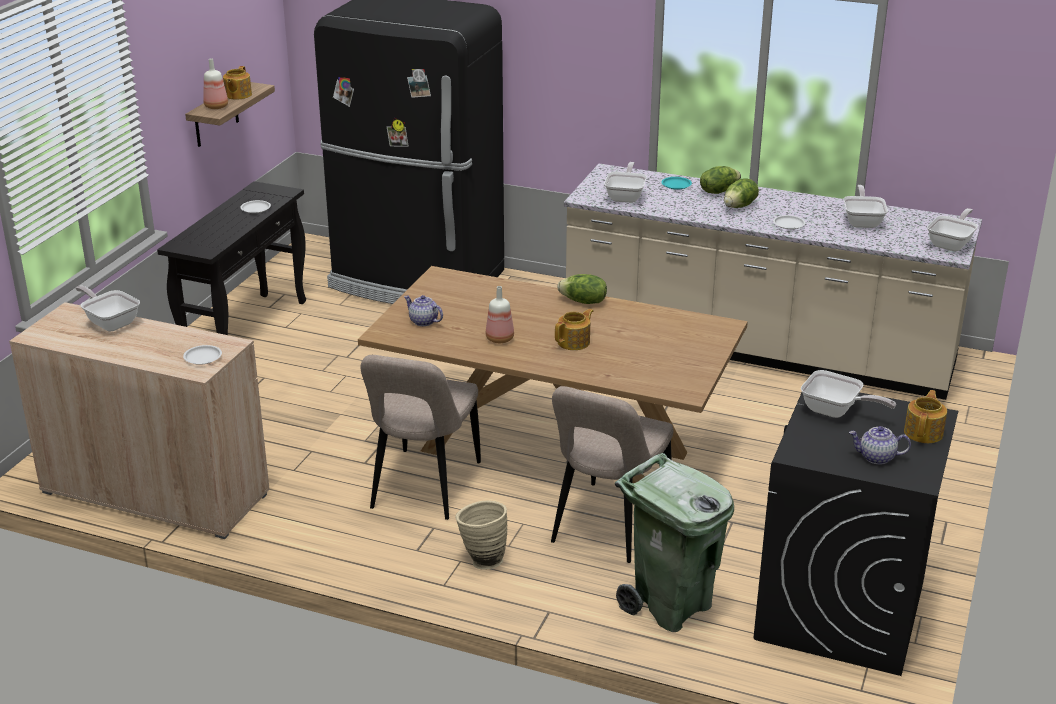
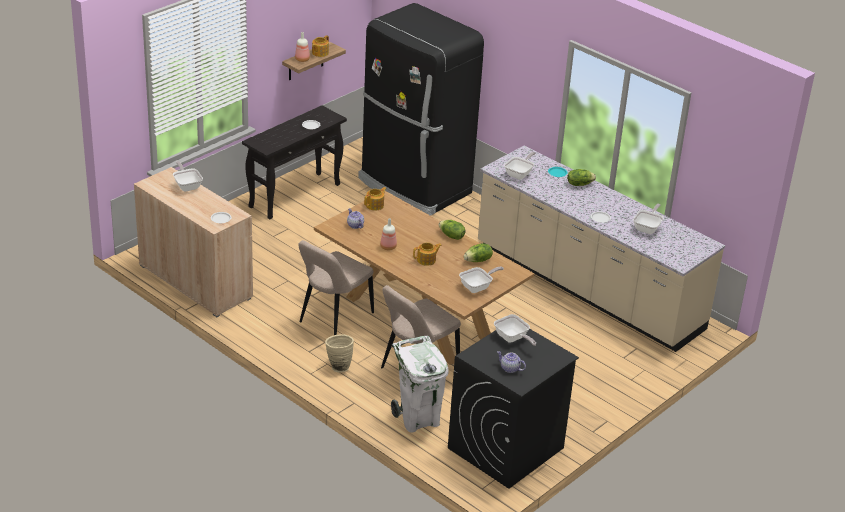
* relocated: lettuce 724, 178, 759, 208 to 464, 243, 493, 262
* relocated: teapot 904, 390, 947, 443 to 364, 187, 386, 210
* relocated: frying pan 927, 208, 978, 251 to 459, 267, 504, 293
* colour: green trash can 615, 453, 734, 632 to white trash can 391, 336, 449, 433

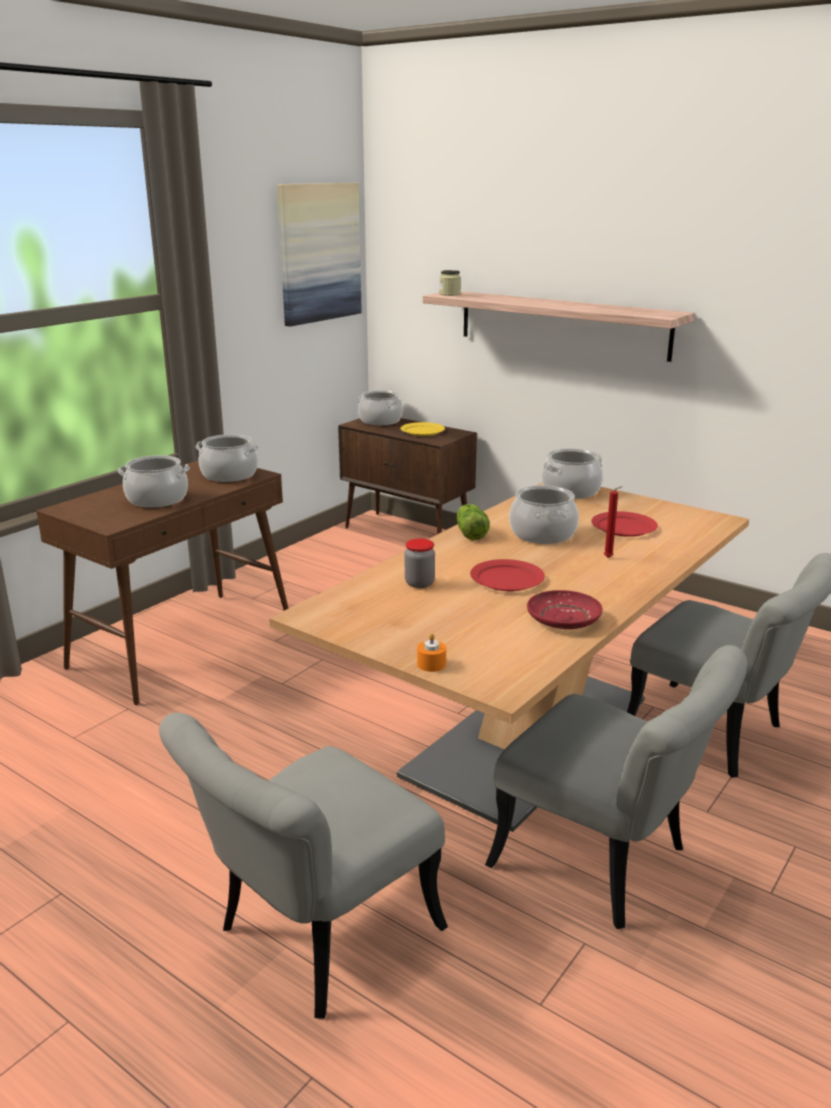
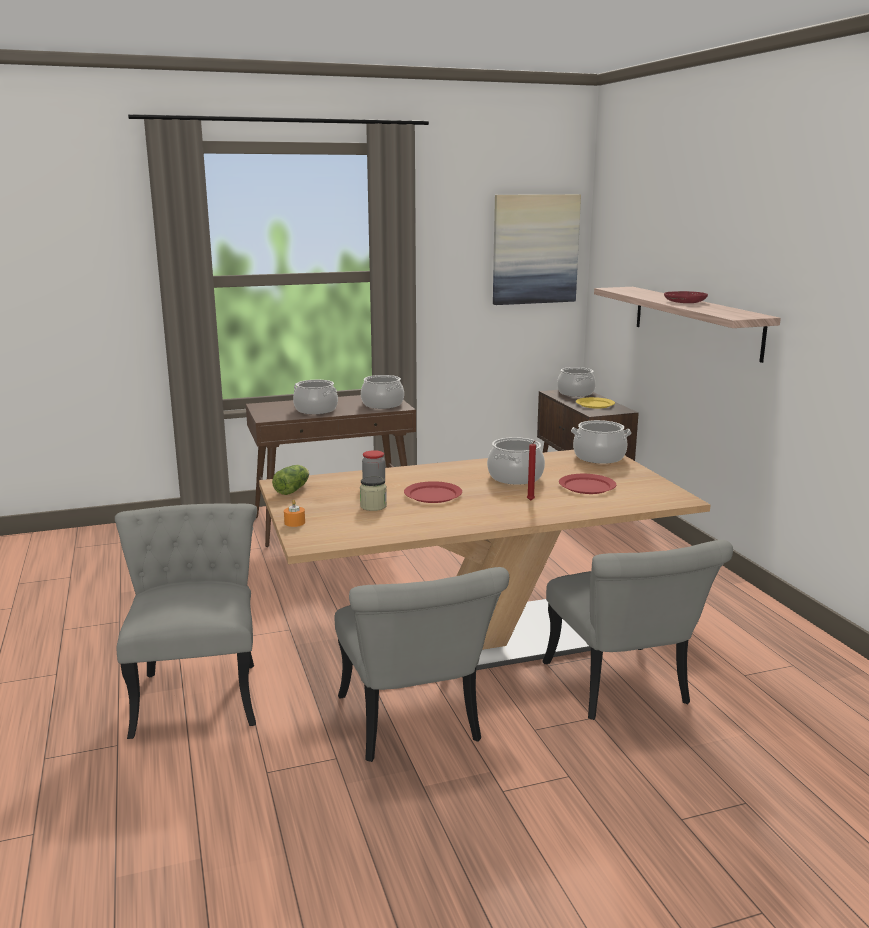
* relocated: jar 440, 270, 461, 296 to 360, 476, 387, 511
* relocated: lettuce 456, 504, 490, 540 to 272, 465, 309, 495
* relocated: red plate 527, 590, 602, 629 to 664, 291, 708, 303
* spun: grey chair 159, 713, 448, 1019 = 115, 504, 257, 739 90 degrees clockwise

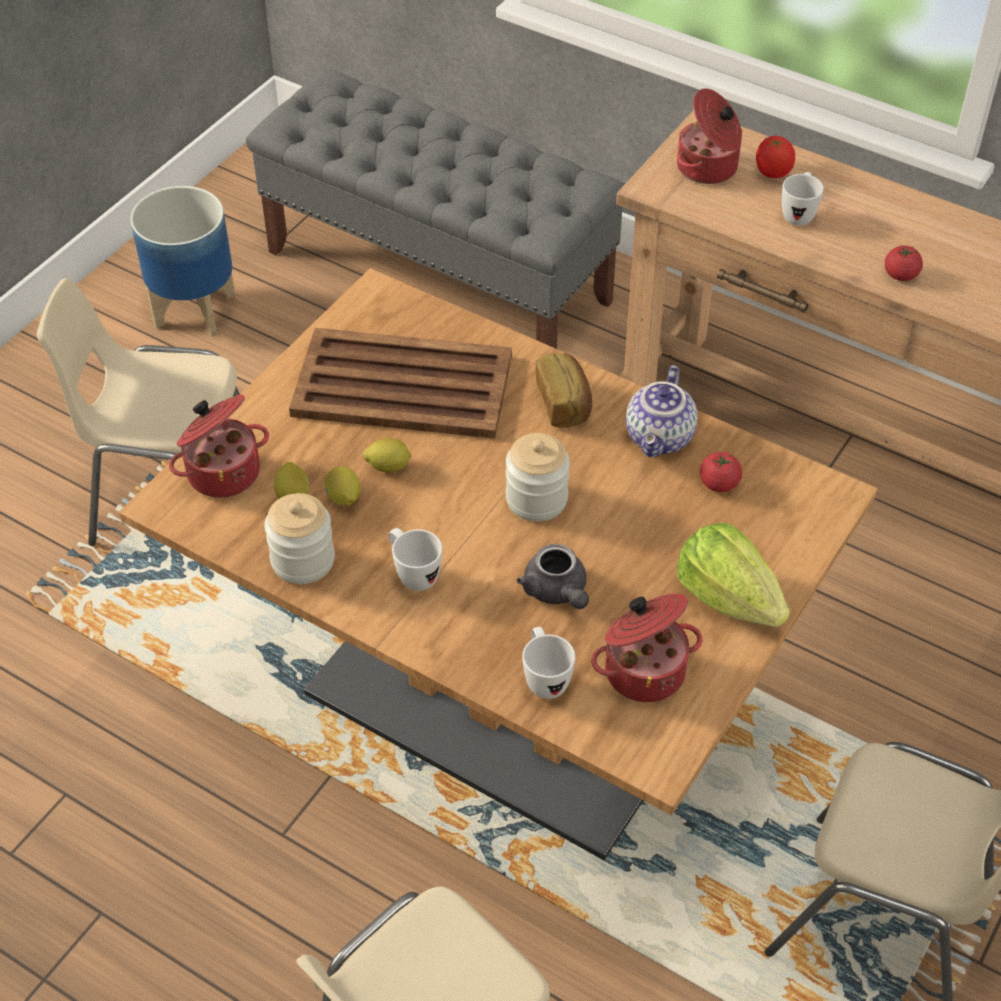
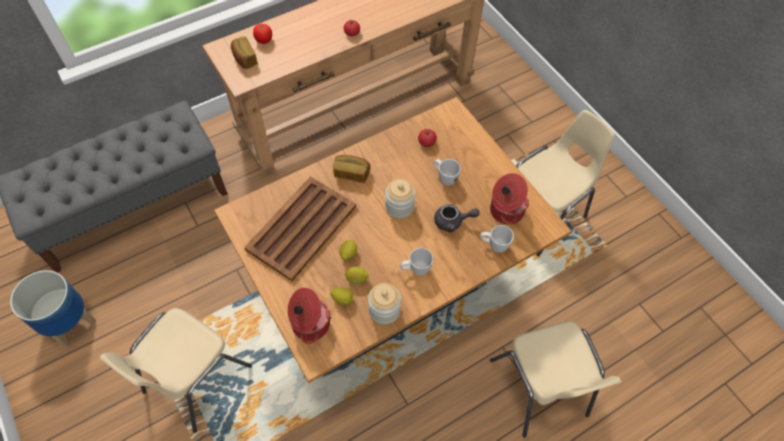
* missing: teapot 626, 365, 698, 457
* missing: lettuce 677, 523, 790, 627
* relocated: white mug 782, 172, 824, 226 to 434, 159, 461, 186
* exchanged: cooking pot 677, 89, 742, 184 to bread 231, 37, 257, 69

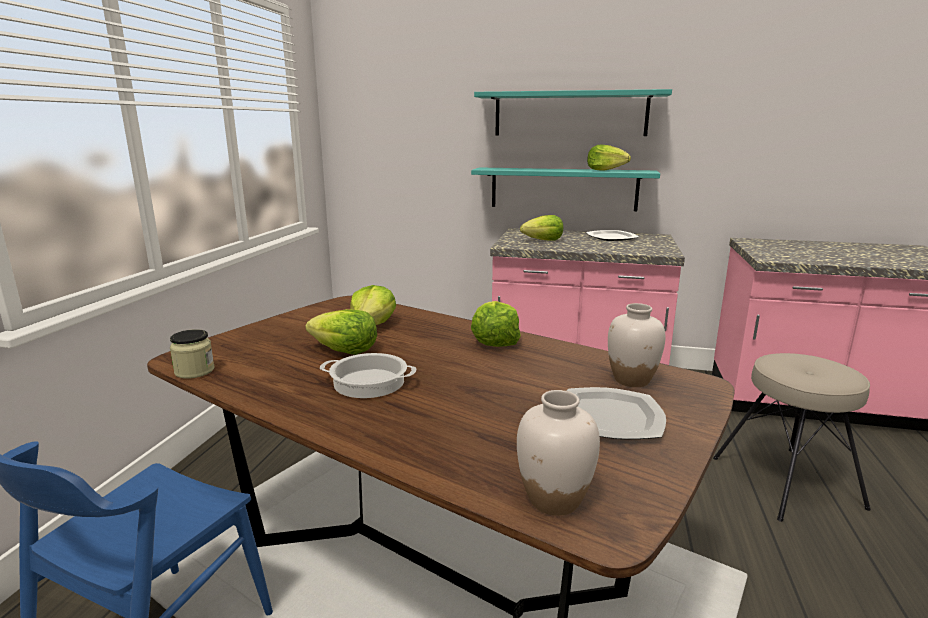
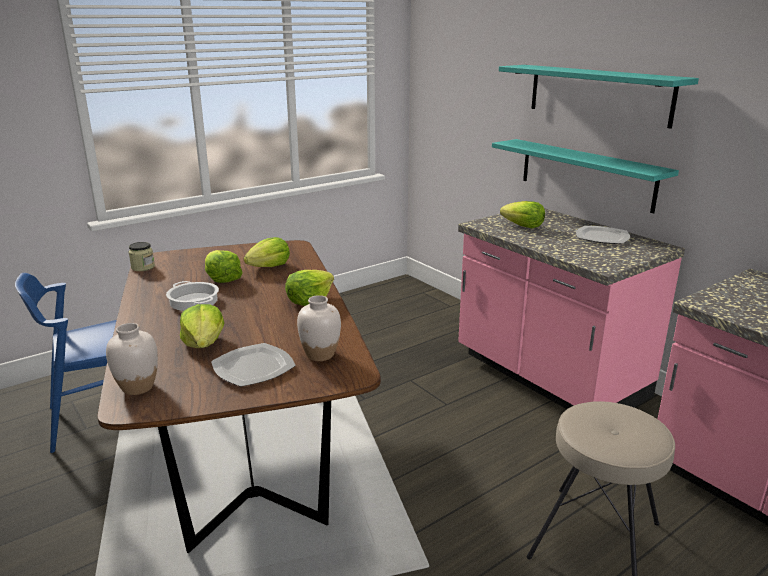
* relocated: lettuce 587, 145, 631, 171 to 180, 304, 224, 348

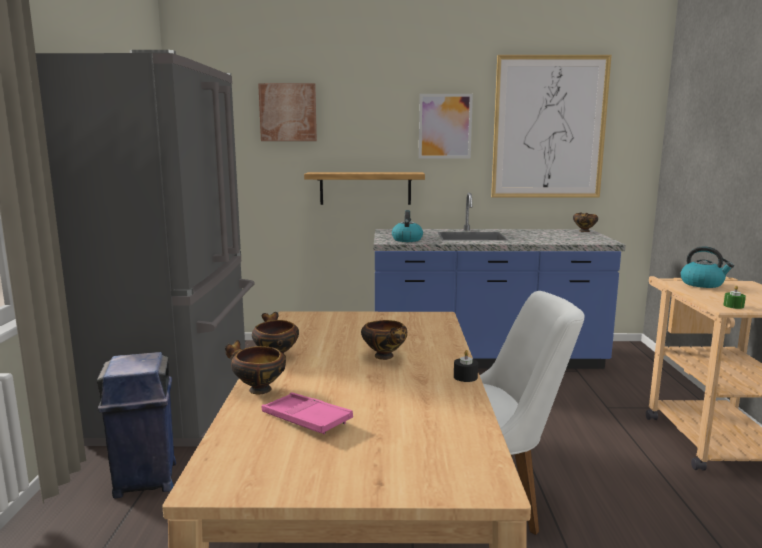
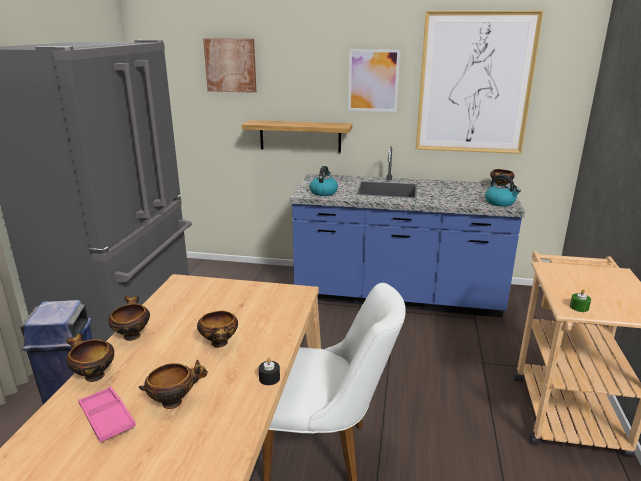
* appeared: bowl 139, 360, 208, 409
* relocated: kettle 680, 246, 734, 288 to 485, 175, 521, 207

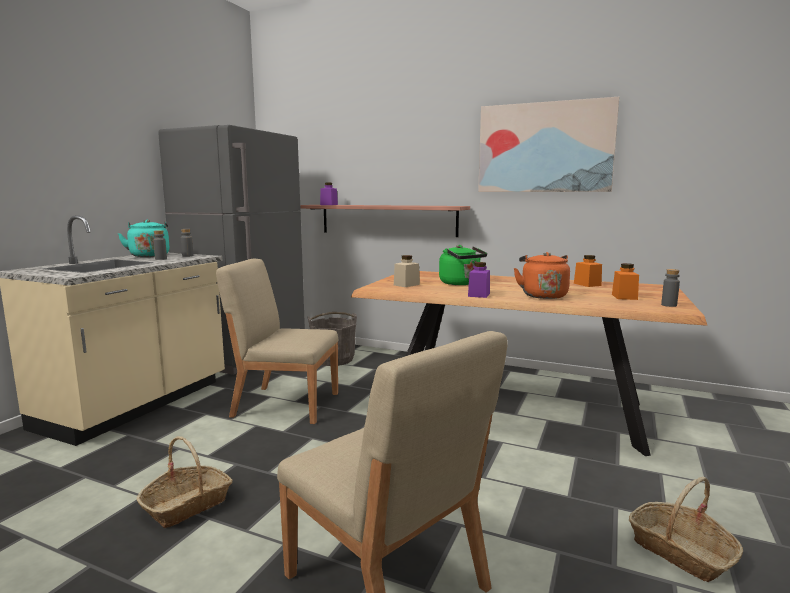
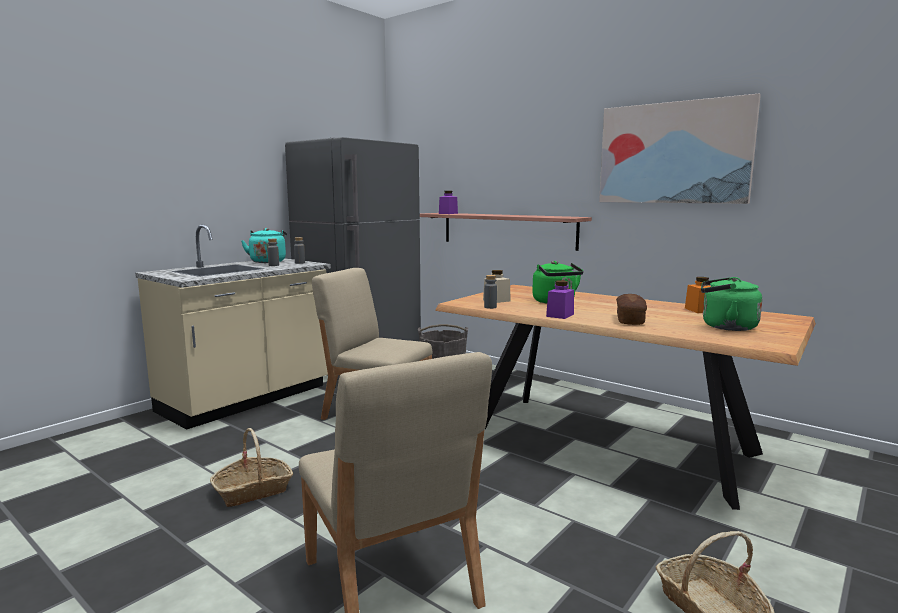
* relocated: grey bottle 661, 269, 680, 307 to 484, 275, 497, 309
* exchanged: orange kettle 514, 252, 570, 299 to bread 616, 294, 647, 325
* exchanged: orange jar 612, 263, 639, 300 to green kettle 701, 277, 762, 331

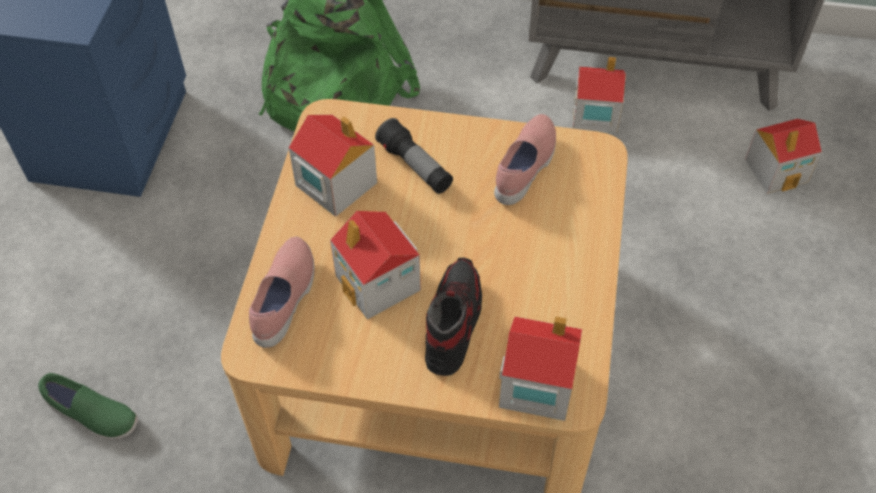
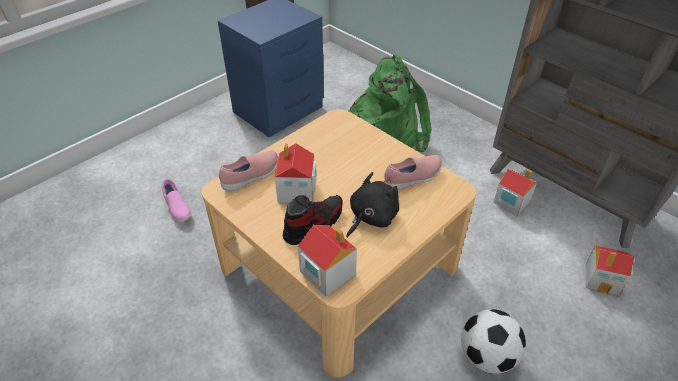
* missing: toy house 289, 115, 377, 217
* missing: flashlight 375, 118, 453, 194
* appeared: black plush toy 346, 172, 399, 238
* appeared: football 461, 309, 526, 374
* colour: green shoe 38, 373, 138, 440 to pink shoe 162, 178, 191, 223

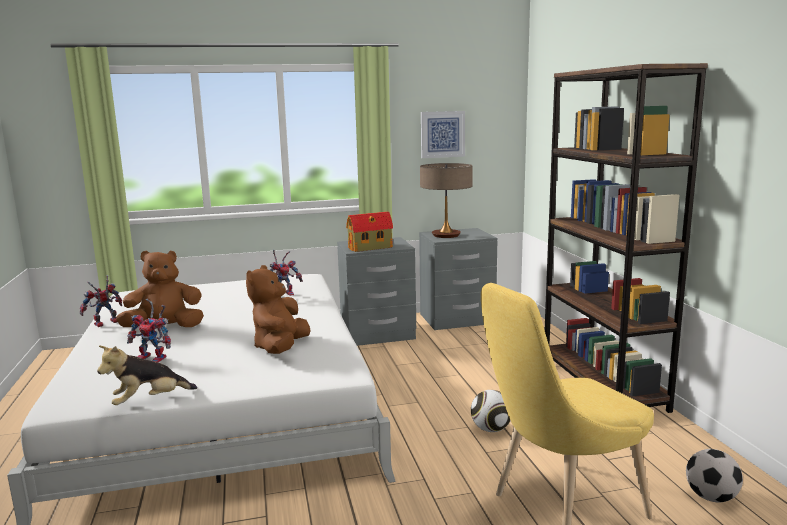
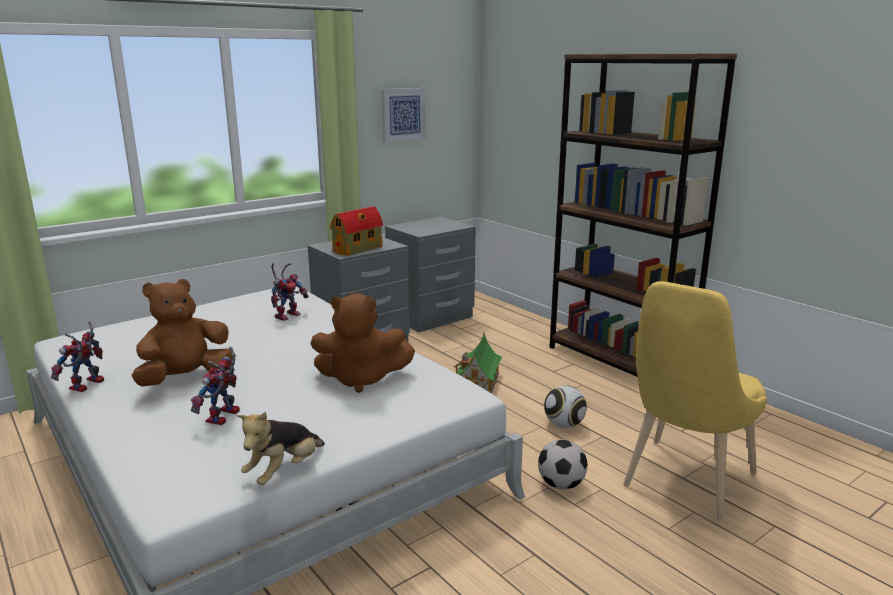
* missing: table lamp 420, 163, 473, 238
* appeared: toy house 454, 332, 502, 394
* relocated: football 686, 449, 743, 503 to 538, 439, 588, 489
* spun: toy robot 127, 299, 171, 363 = 191, 347, 240, 425 120 degrees clockwise
* spun: brown plush toy 246, 265, 311, 354 = 310, 293, 415, 393 75 degrees counterclockwise

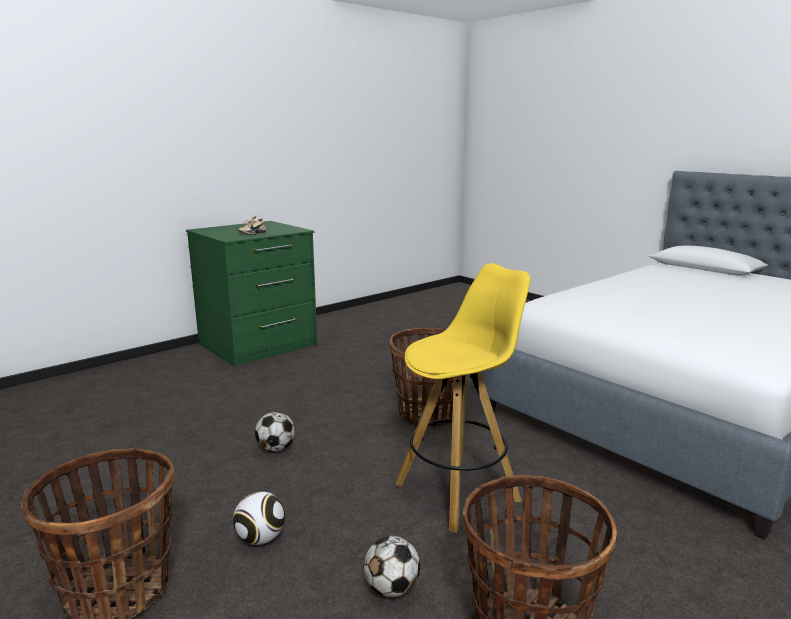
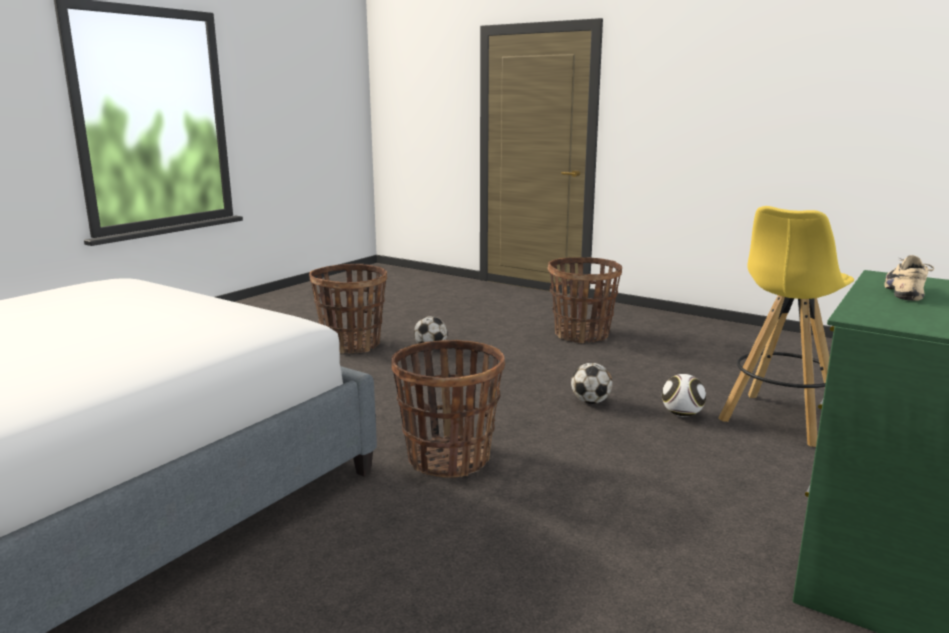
* relocated: football 233, 491, 285, 545 to 662, 374, 706, 417
* relocated: yellow stool 395, 263, 530, 533 to 718, 206, 854, 447

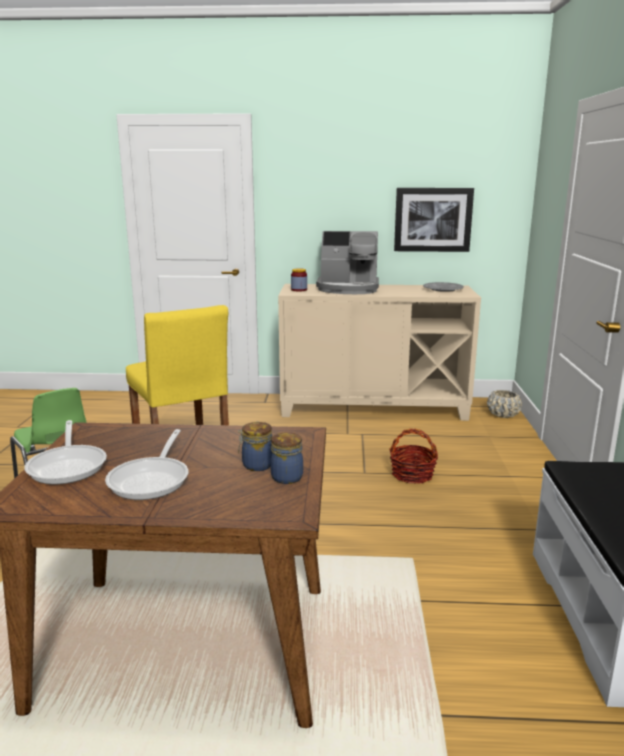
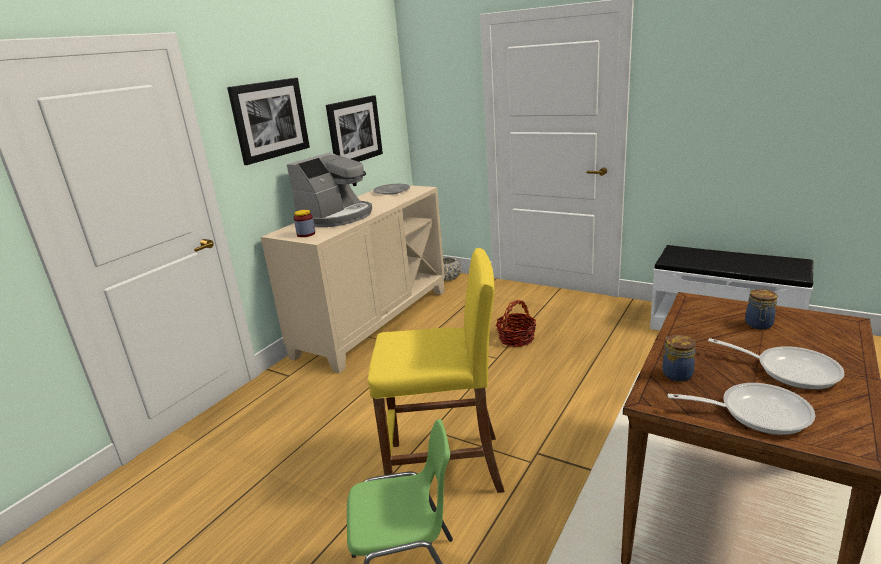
* appeared: picture 227, 78, 310, 165
* relocated: jar 271, 432, 303, 484 to 663, 335, 696, 382

